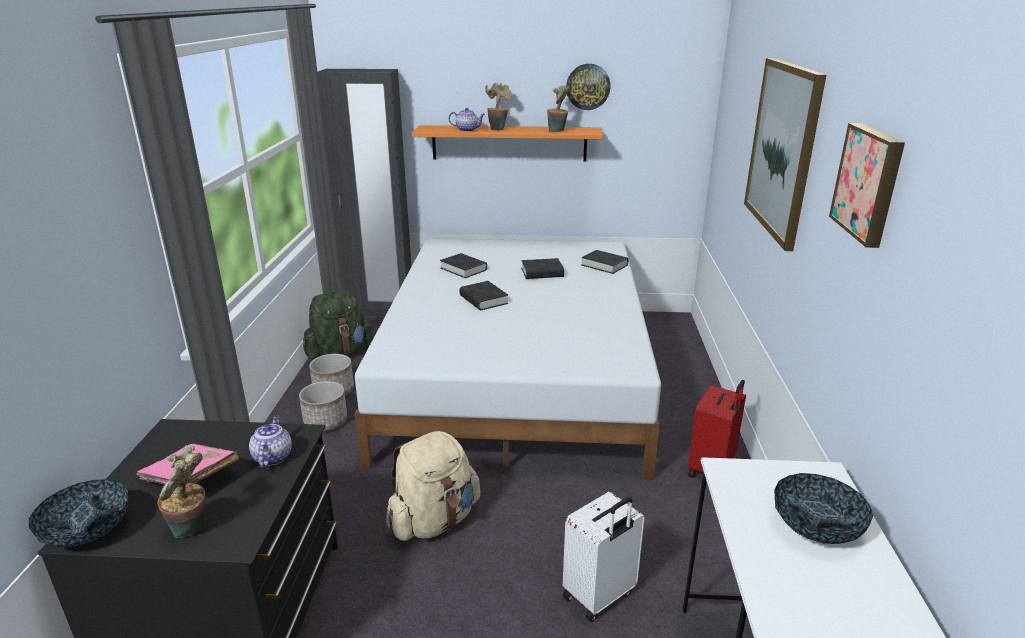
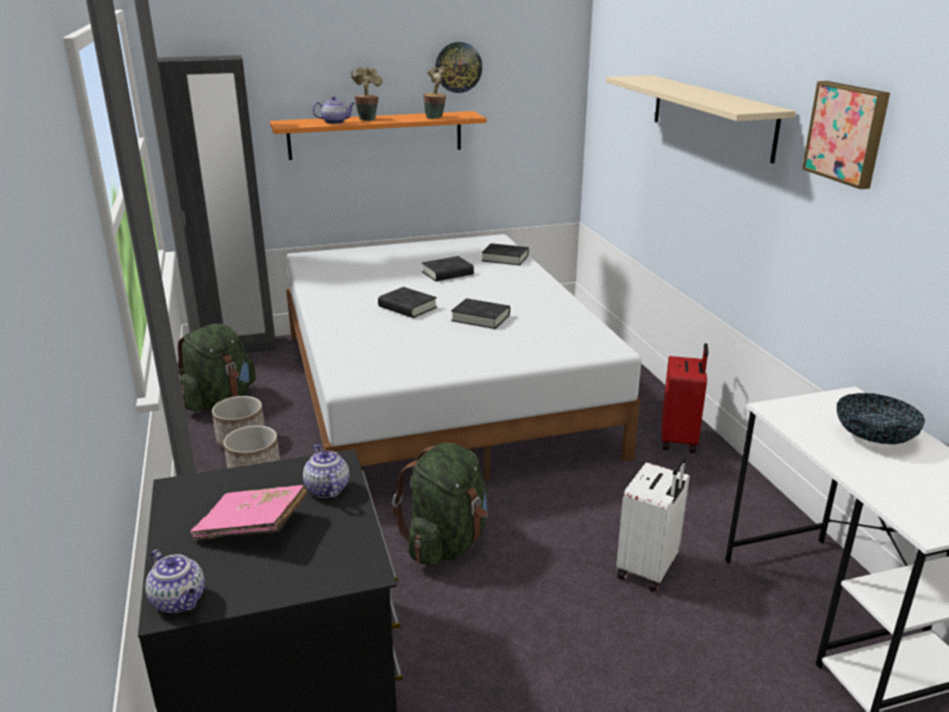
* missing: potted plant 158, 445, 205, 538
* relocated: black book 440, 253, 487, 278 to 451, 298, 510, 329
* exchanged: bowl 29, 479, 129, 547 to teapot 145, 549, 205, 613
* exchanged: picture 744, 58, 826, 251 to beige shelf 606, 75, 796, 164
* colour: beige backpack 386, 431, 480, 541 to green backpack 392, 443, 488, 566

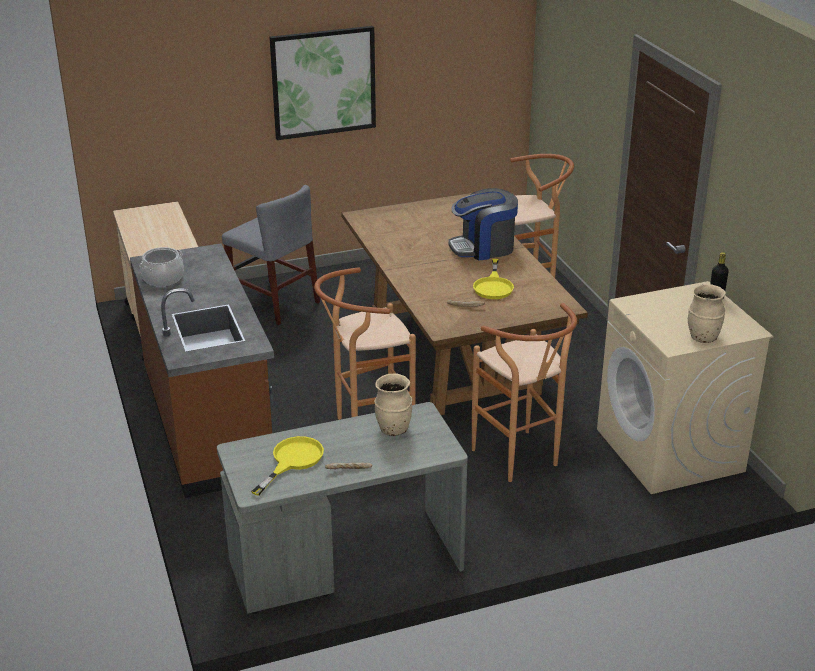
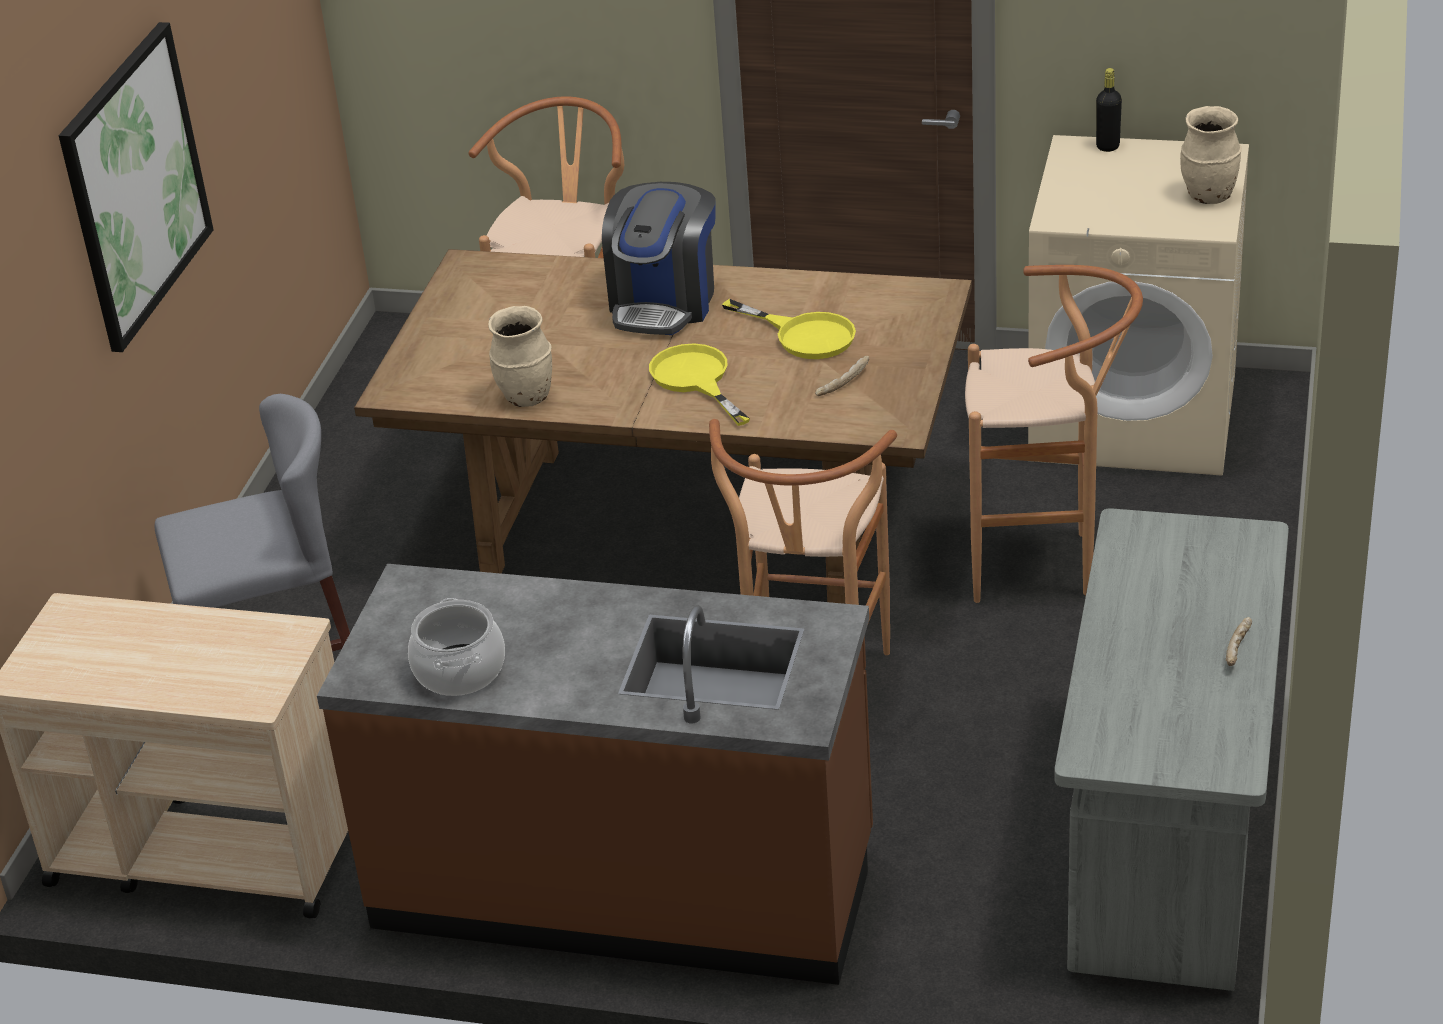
* relocated: yellow frying pan 251, 436, 324, 496 to 649, 344, 750, 426
* relocated: beige vase 374, 373, 412, 436 to 488, 306, 552, 407

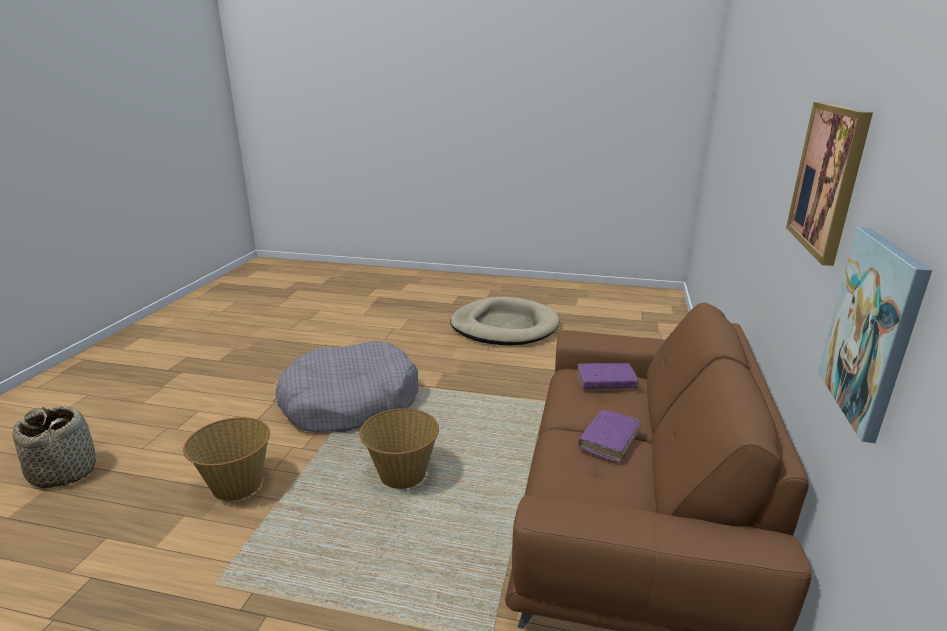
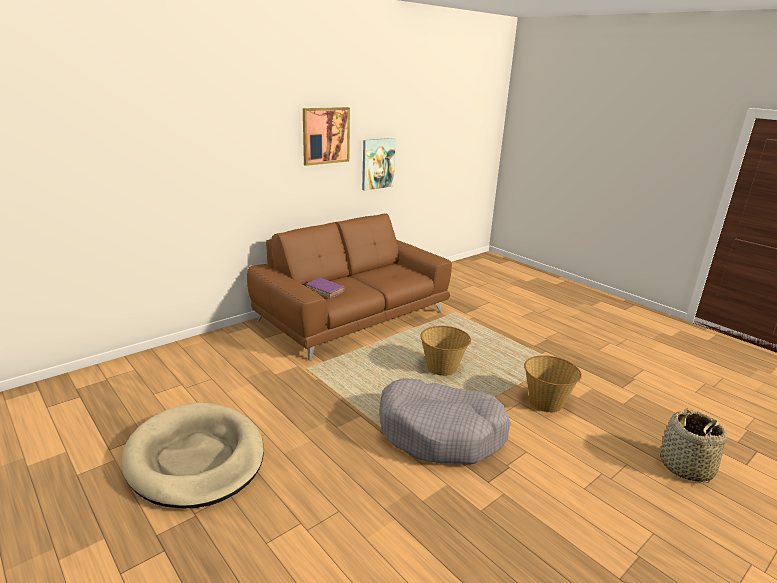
* missing: purple book 578, 410, 641, 463

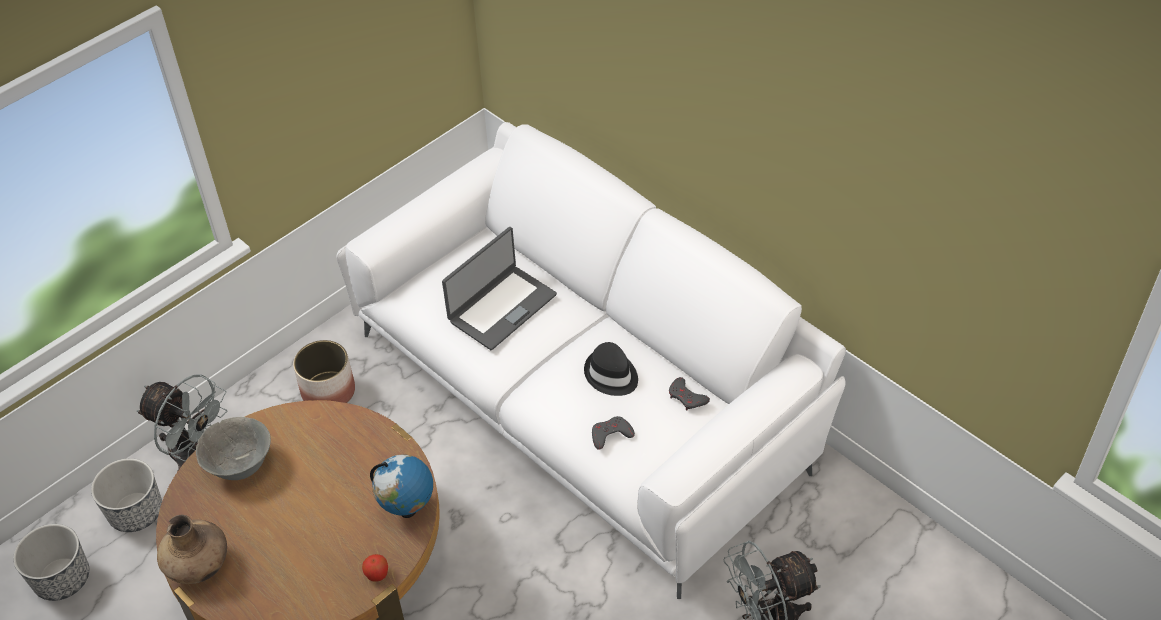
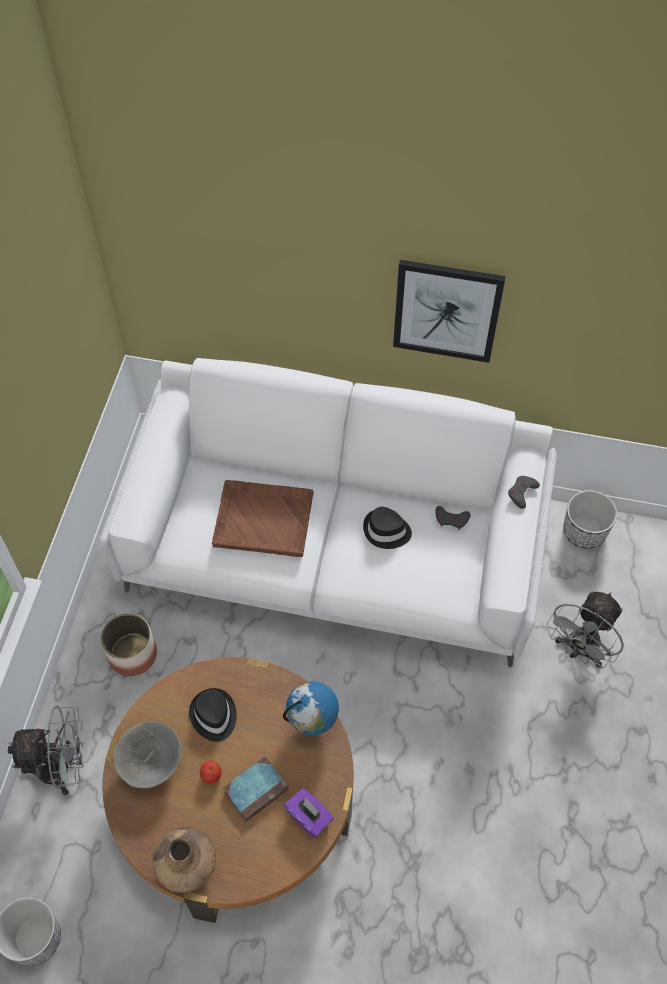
* appeared: black hat 189, 688, 237, 742
* appeared: book 223, 757, 289, 822
* appeared: purple tissue box 284, 788, 334, 837
* appeared: picture 393, 260, 506, 363
* relocated: planter 91, 458, 162, 532 to 563, 490, 617, 549
* relocated: apple 362, 554, 388, 582 to 200, 760, 222, 784
* relocated: grey game controller 592, 416, 635, 450 to 508, 476, 540, 509
* exchanged: laptop 442, 227, 557, 350 to brown tray 212, 480, 314, 557

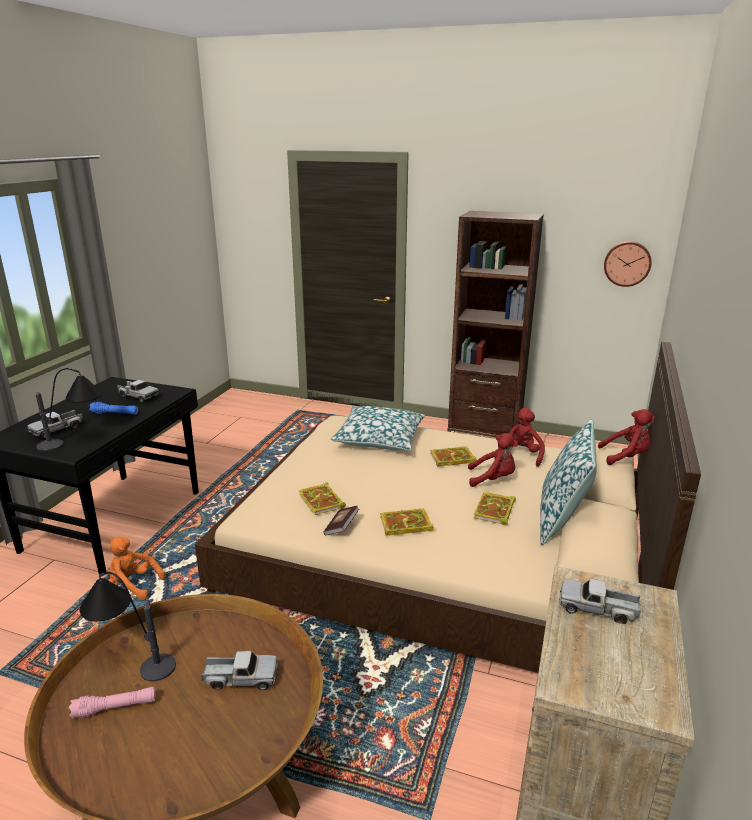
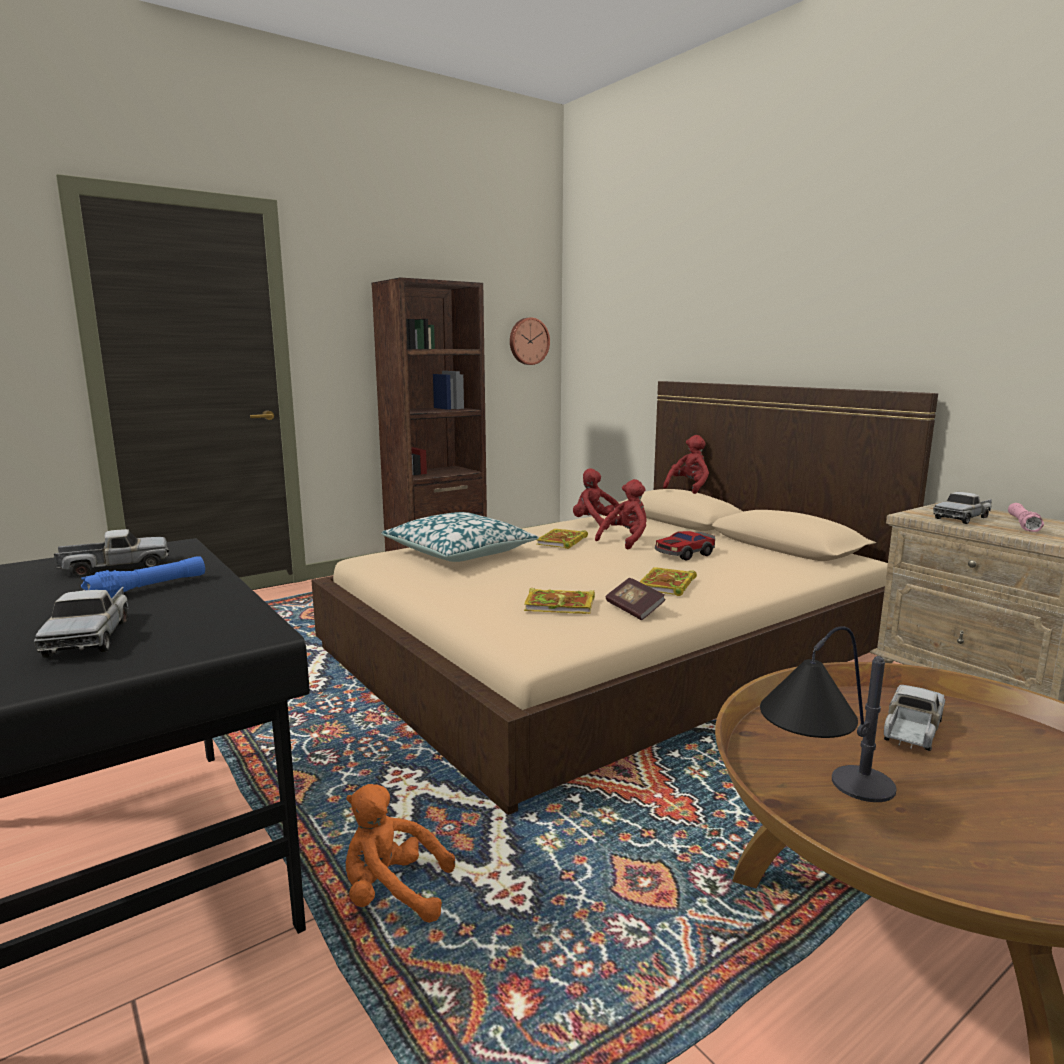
* missing: table lamp 36, 368, 102, 451
* missing: pillow 540, 419, 597, 545
* relocated: pink flashlight 69, 687, 156, 718 to 1008, 503, 1044, 532
* exchanged: book 474, 492, 516, 525 to toy car 655, 531, 715, 561
* spun: orange plush toy 108, 537, 165, 600 = 345, 784, 455, 923 45 degrees clockwise

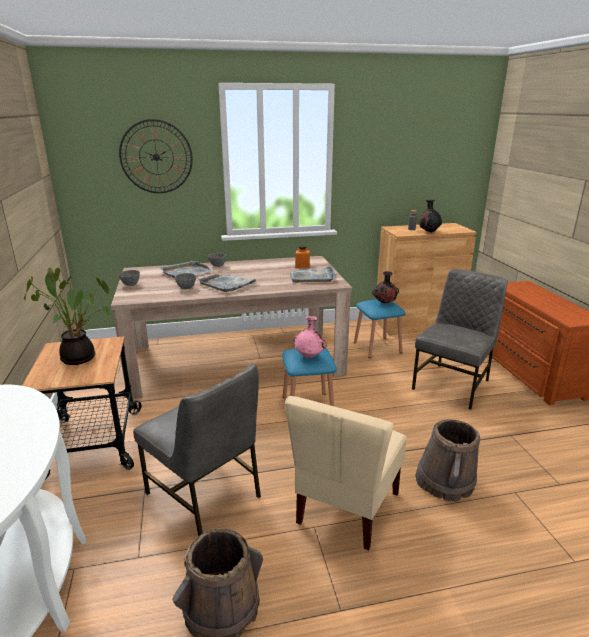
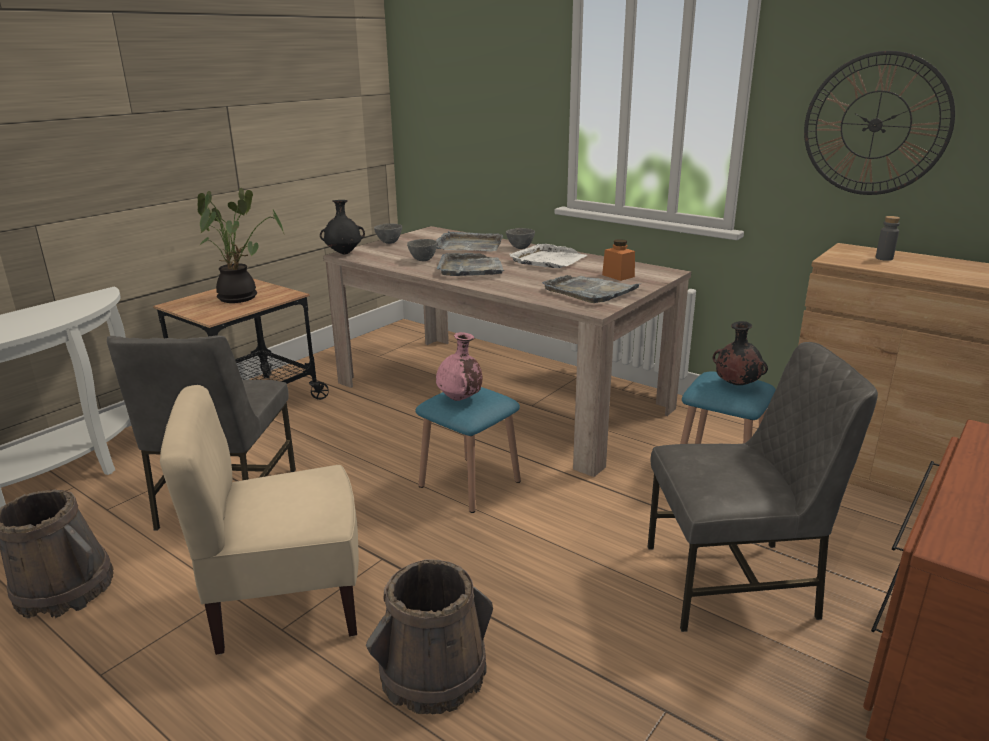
* appeared: white tray 509, 244, 587, 268
* relocated: wall clock 119, 119, 193, 193 to 804, 51, 955, 195
* relocated: black vase 419, 200, 442, 232 to 320, 200, 365, 255

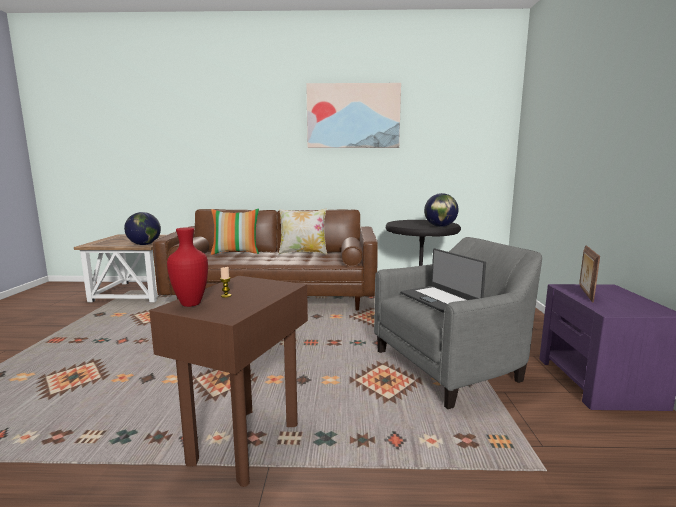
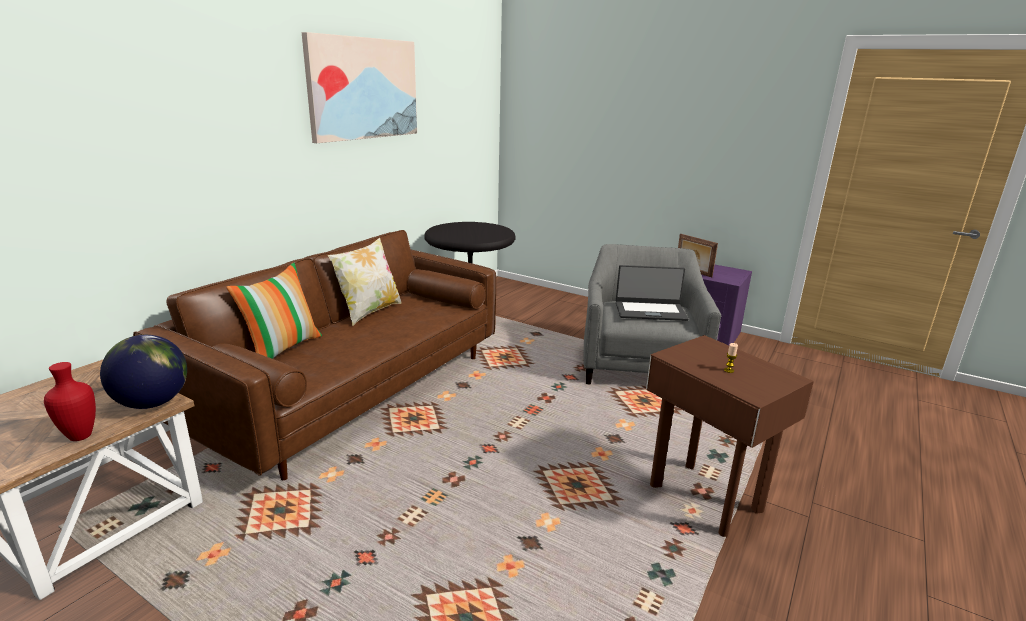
* missing: globe 424, 193, 458, 227
* relocated: red vase 167, 227, 208, 307 to 44, 362, 96, 441

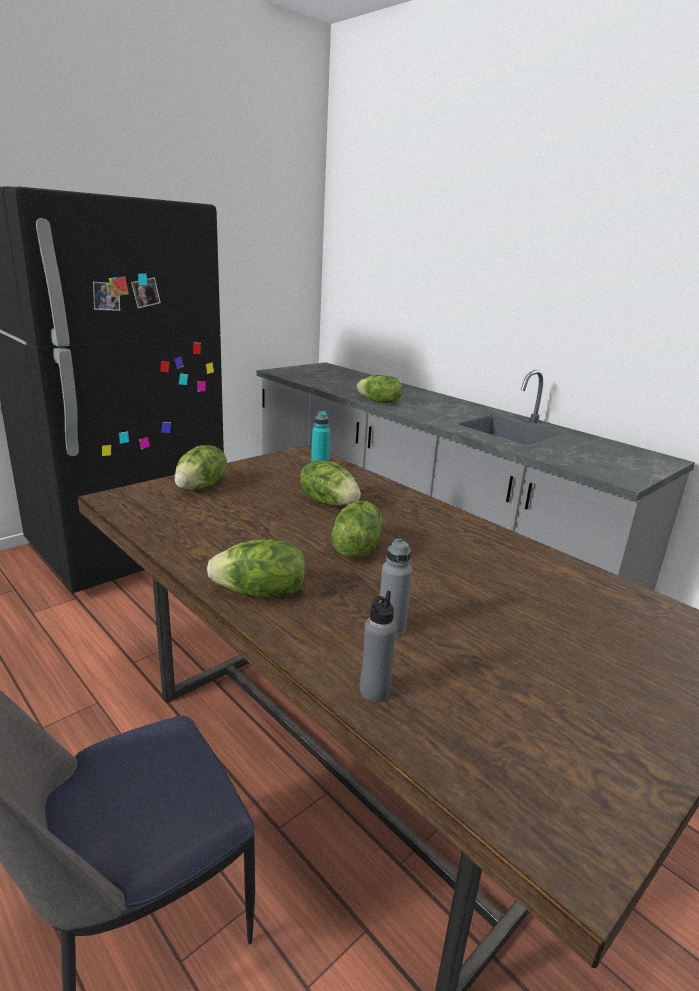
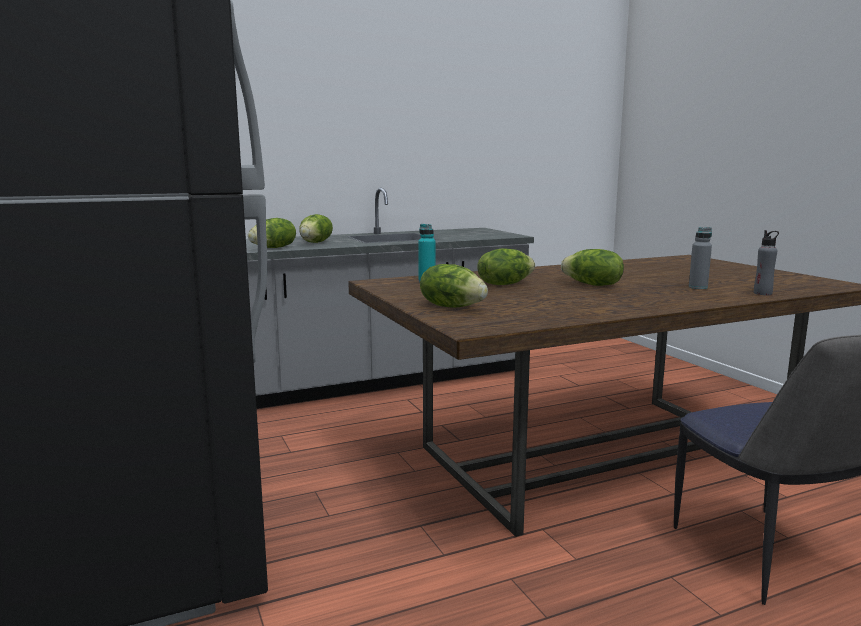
* relocated: lettuce 207, 540, 306, 598 to 300, 214, 333, 243

